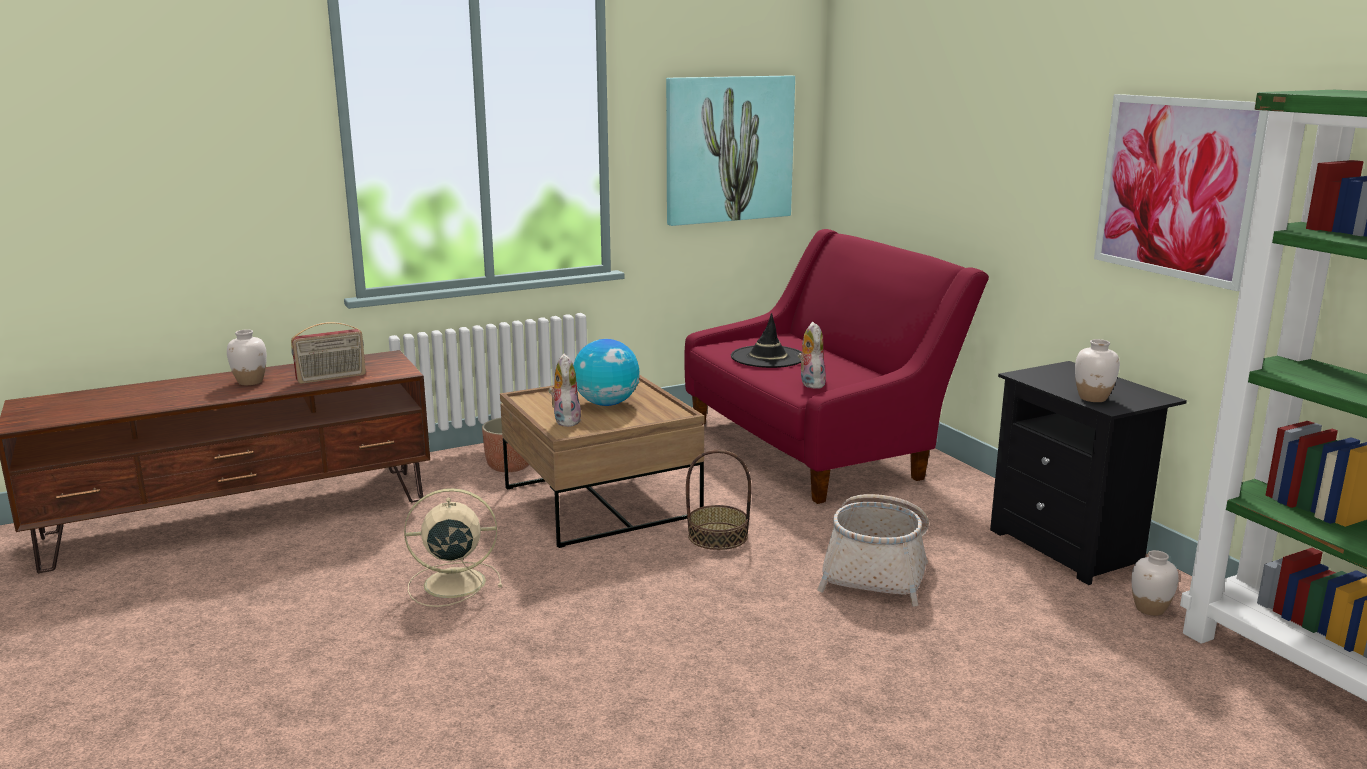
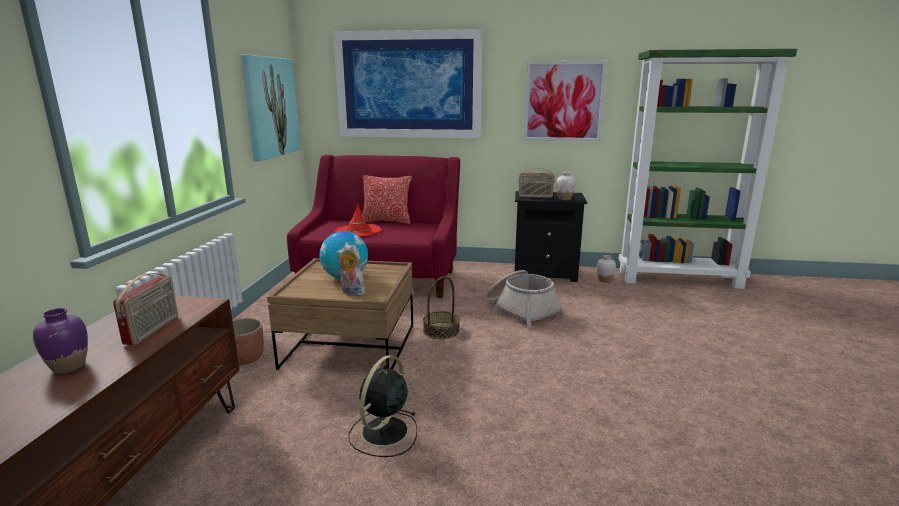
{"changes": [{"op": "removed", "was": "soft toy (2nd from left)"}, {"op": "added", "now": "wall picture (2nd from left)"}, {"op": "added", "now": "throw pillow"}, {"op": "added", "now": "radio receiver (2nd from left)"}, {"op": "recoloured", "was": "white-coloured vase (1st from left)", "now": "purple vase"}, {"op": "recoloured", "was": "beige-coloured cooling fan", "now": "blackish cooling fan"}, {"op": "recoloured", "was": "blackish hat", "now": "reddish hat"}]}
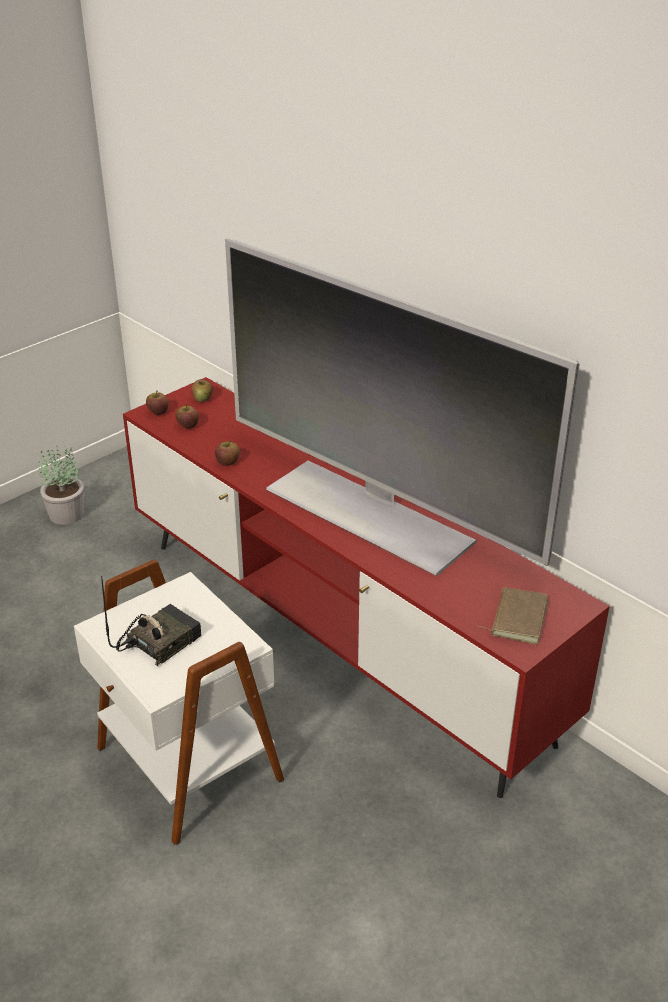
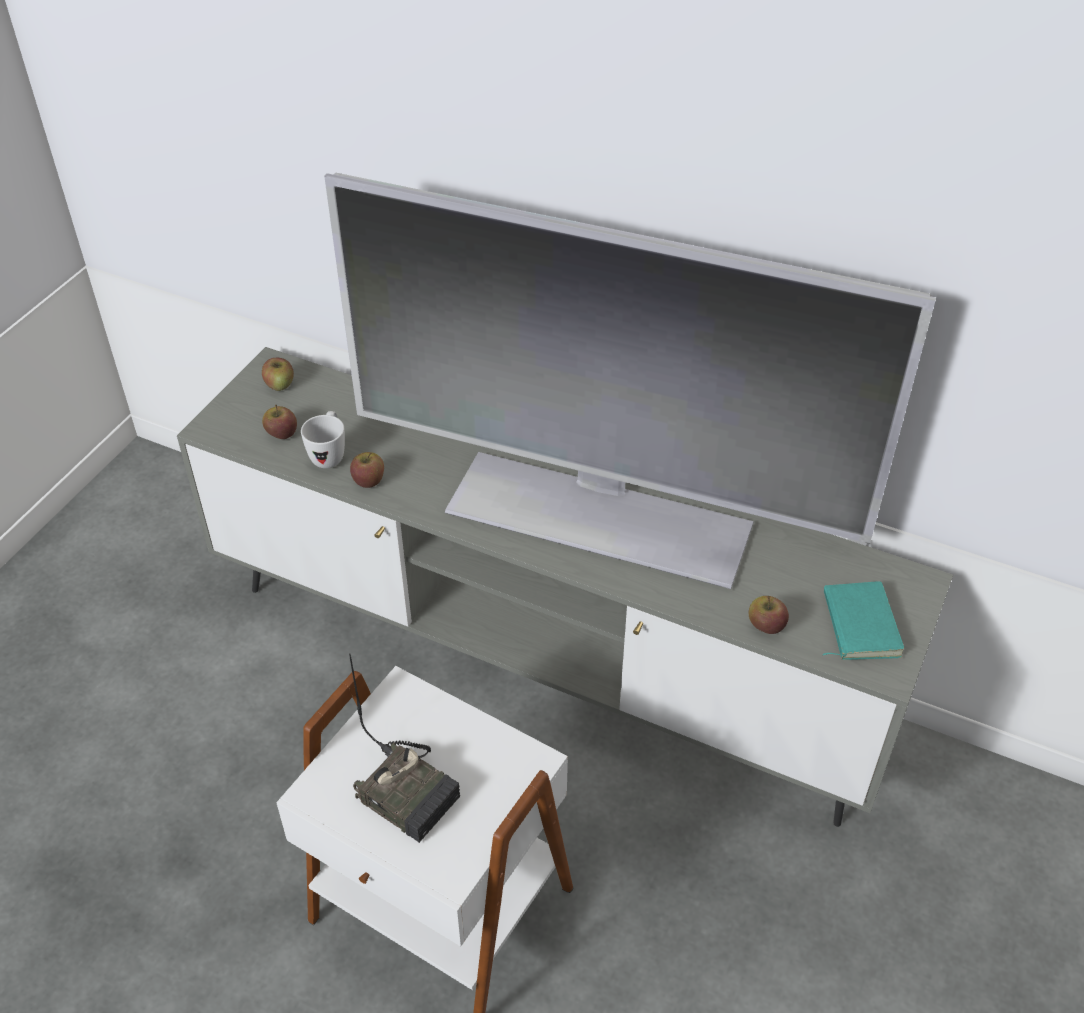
{"changes": [{"op": "removed", "was": "plant in a pot"}, {"op": "added", "now": "white-coloured mug"}, {"op": "moved", "was": "apple fruit (1st from left in the first image)", "now": "apple fruit (4th from left)"}, {"op": "recoloured", "was": "reddish tv unit", "now": "grey tv unit"}, {"op": "recoloured", "was": "brown-coloured volume", "now": "blue-green volume"}, {"op": "turned", "was": "radio receiver", "clockwise": 105}]}
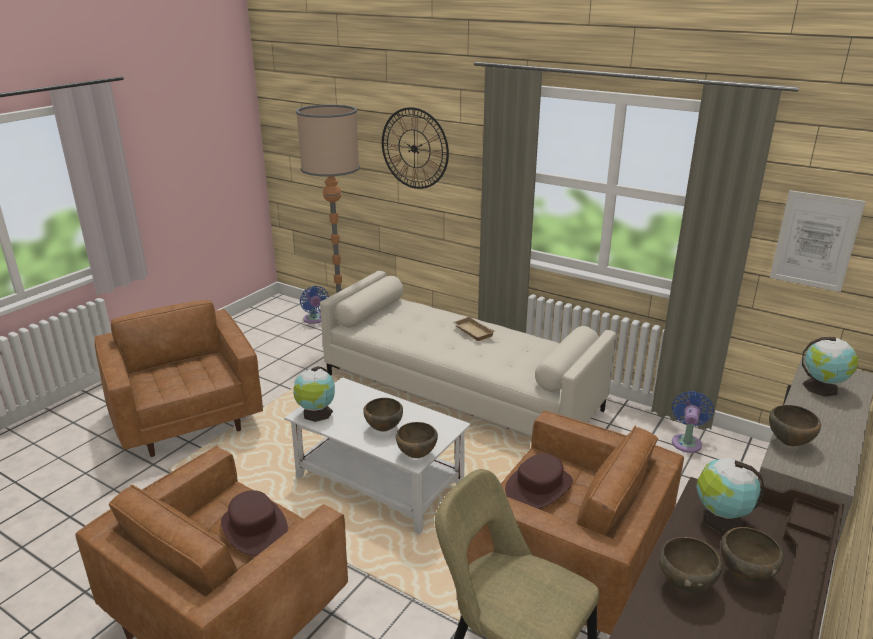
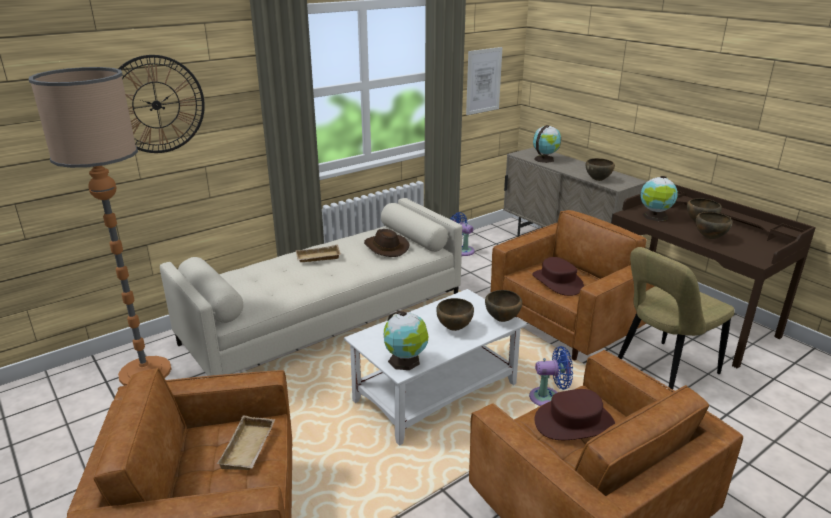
{"changes": [{"op": "added", "now": "beige-coloured carrying tray (1st from left)"}, {"op": "added", "now": "brown-coloured hat (1st from left)"}, {"op": "moved", "was": "blue cooling fan (1st from left in the first image)", "now": "blue cooling fan (2nd from left)"}]}
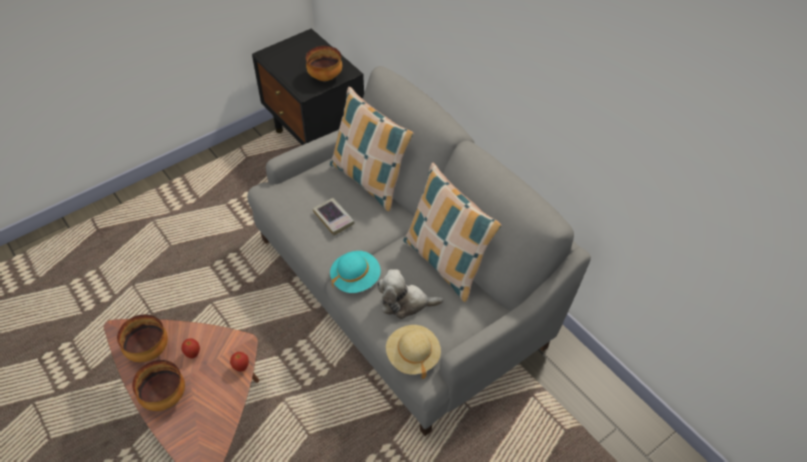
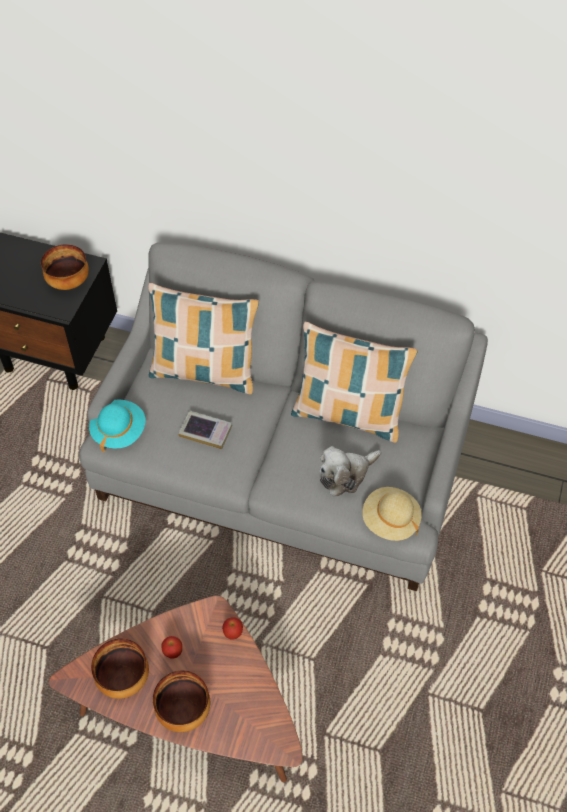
{"changes": [{"op": "moved", "was": "blue-green hat"}]}
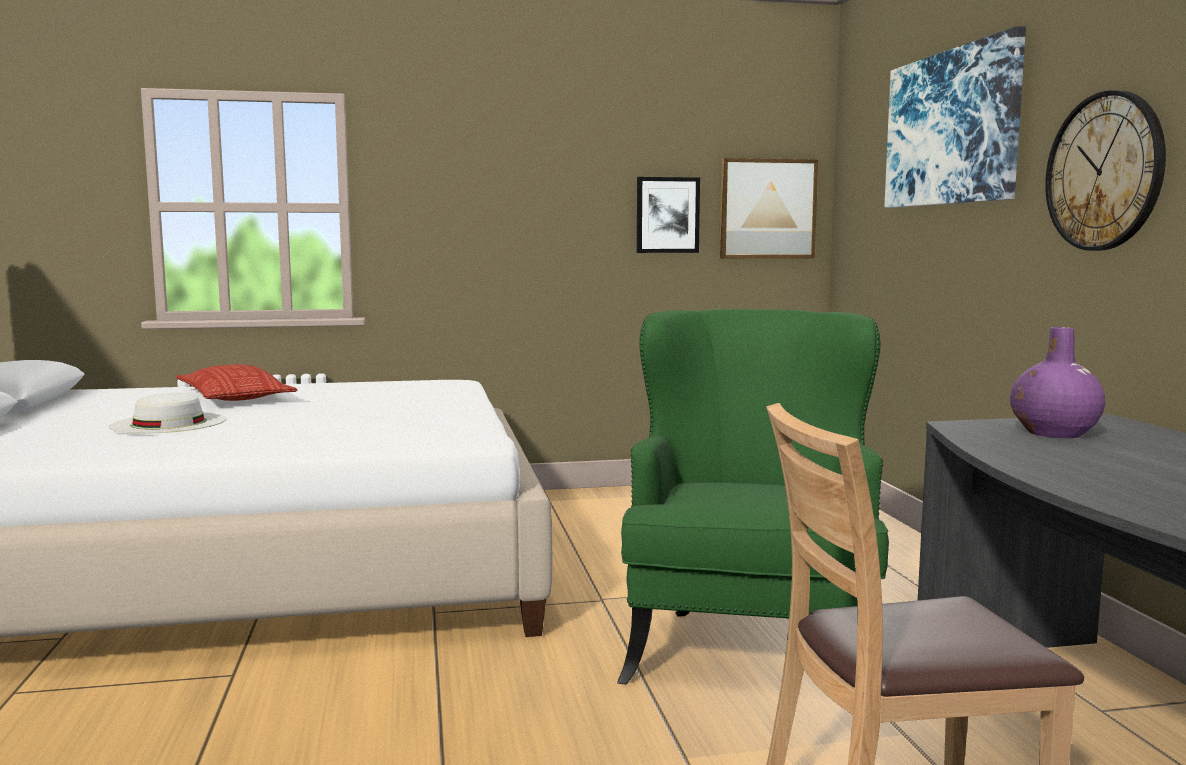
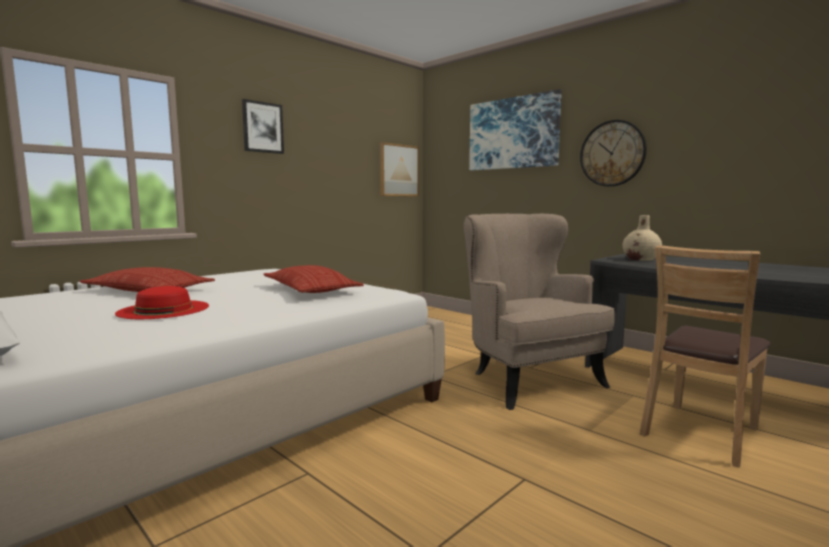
{"changes": [{"op": "added", "now": "throw pillow (2nd from left)"}, {"op": "moved", "was": "wall picture (1st from left)"}, {"op": "recoloured", "was": "white-coloured hat", "now": "reddish hat"}, {"op": "recoloured", "was": "green-coloured easy chair", "now": "beige-coloured easy chair"}, {"op": "recoloured", "was": "purple vase", "now": "beige-coloured vase"}]}
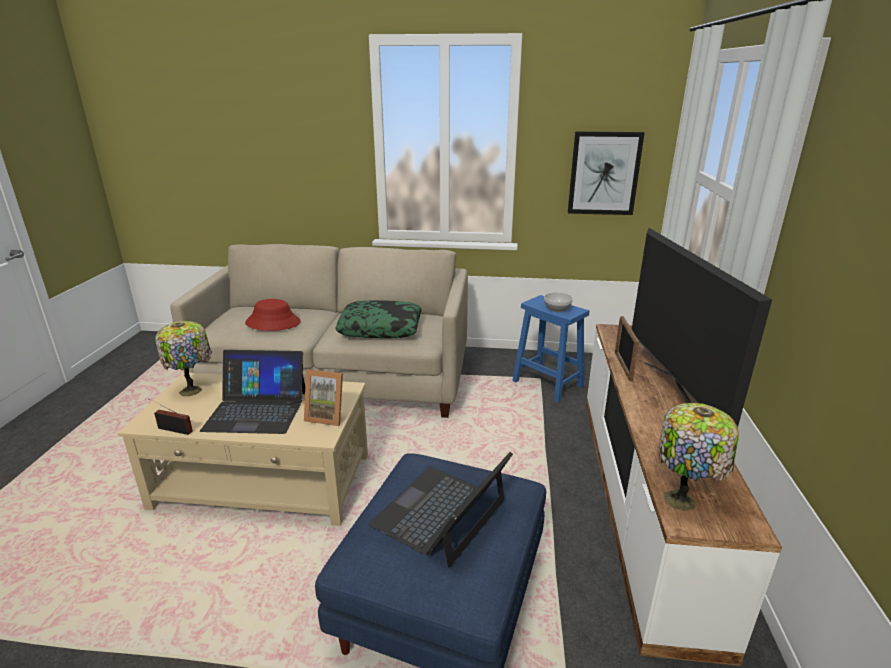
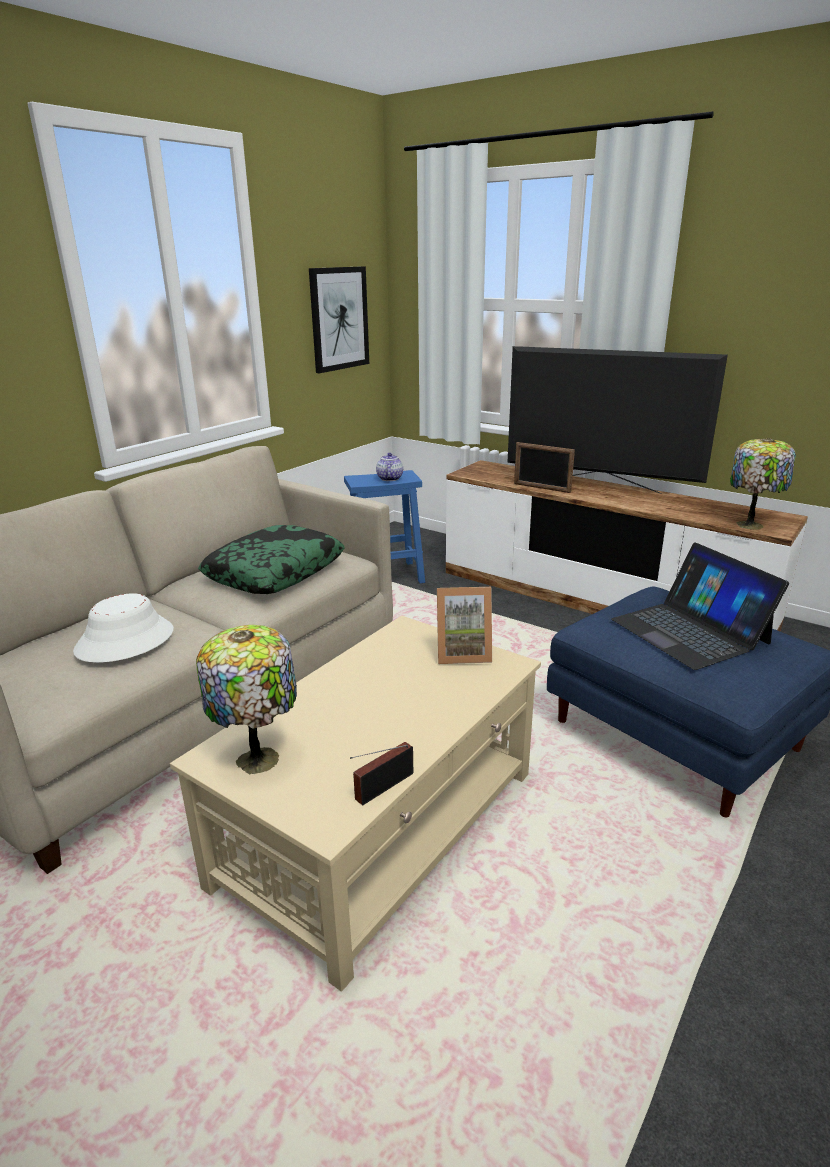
{"changes": [{"op": "removed", "was": "portable computer (1st from left)"}, {"op": "replaced", "was": "bowl", "now": "teapot"}, {"op": "recoloured", "was": "reddish hat", "now": "white-coloured hat"}, {"op": "turned", "was": "picture frame (1st from left)", "clockwise": 45}]}
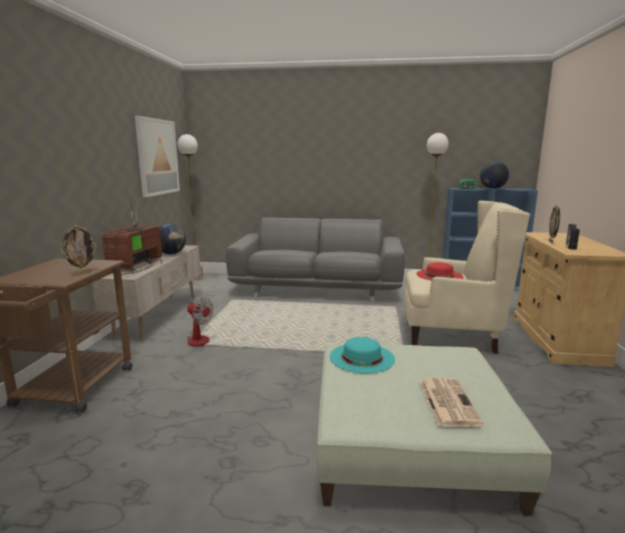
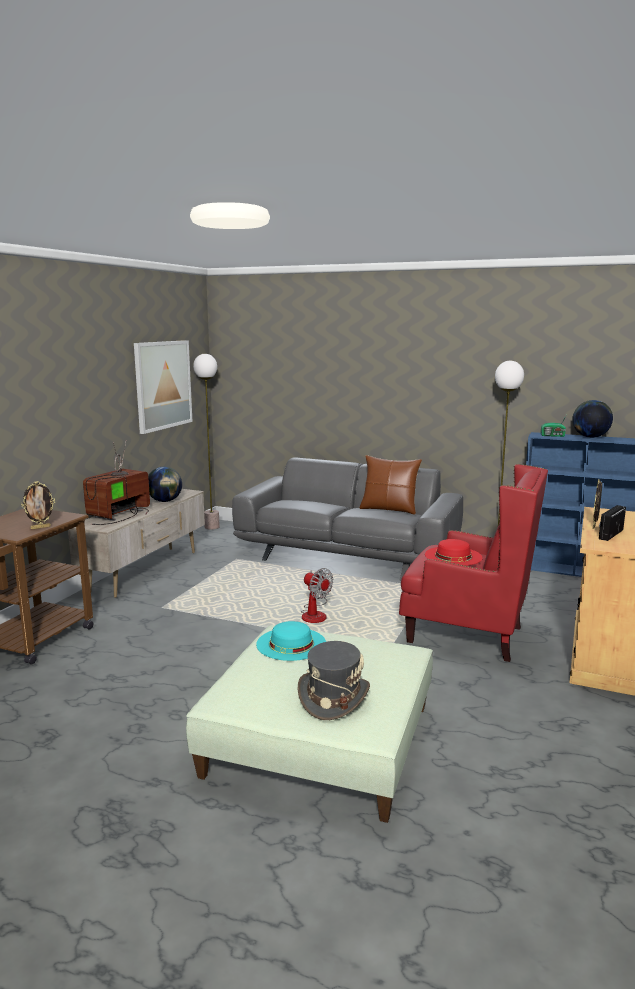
{"changes": [{"op": "added", "now": "brown-coloured throw pillow"}, {"op": "moved", "was": "cooling fan"}, {"op": "replaced", "was": "daily paper", "now": "grey hat"}, {"op": "recoloured", "was": "beige-coloured easy chair", "now": "reddish easy chair"}]}
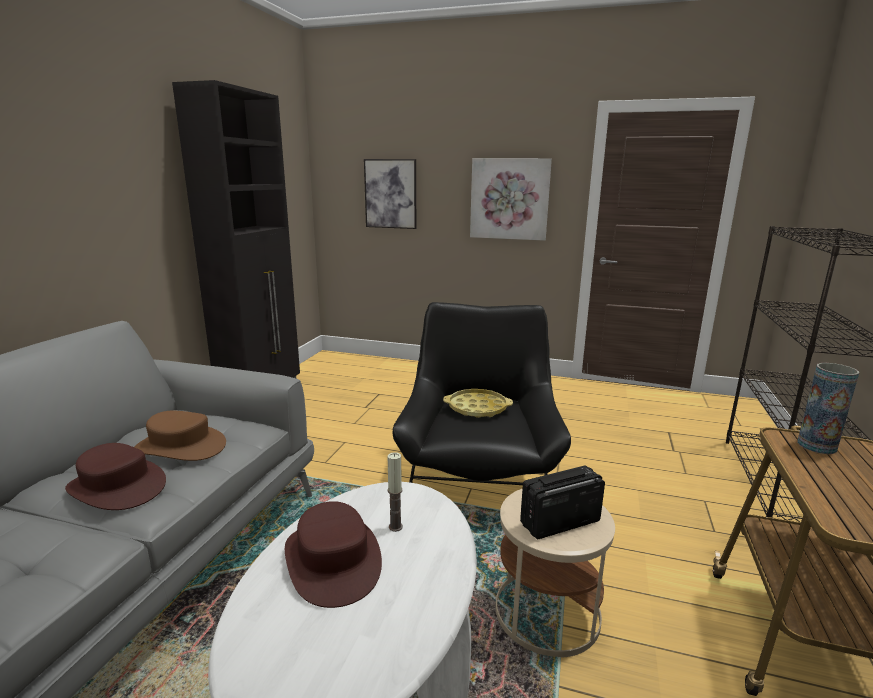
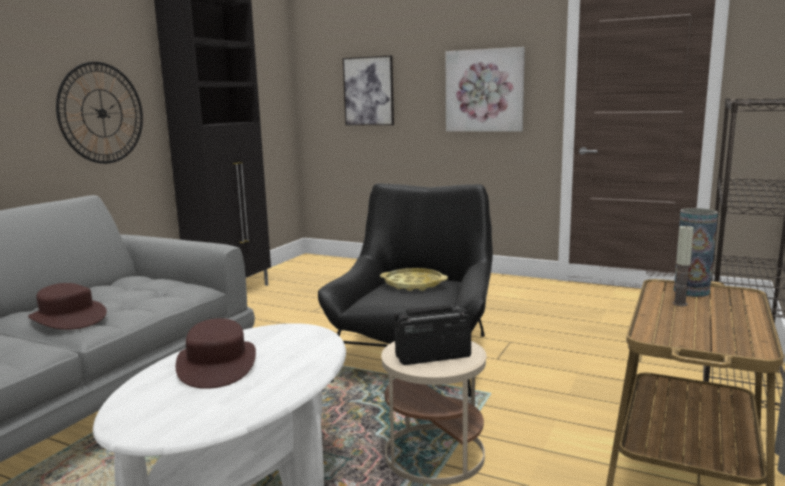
{"changes": [{"op": "removed", "was": "brown-coloured hat (2nd from left)"}, {"op": "added", "now": "clock on the wall"}, {"op": "moved", "was": "wax light"}]}
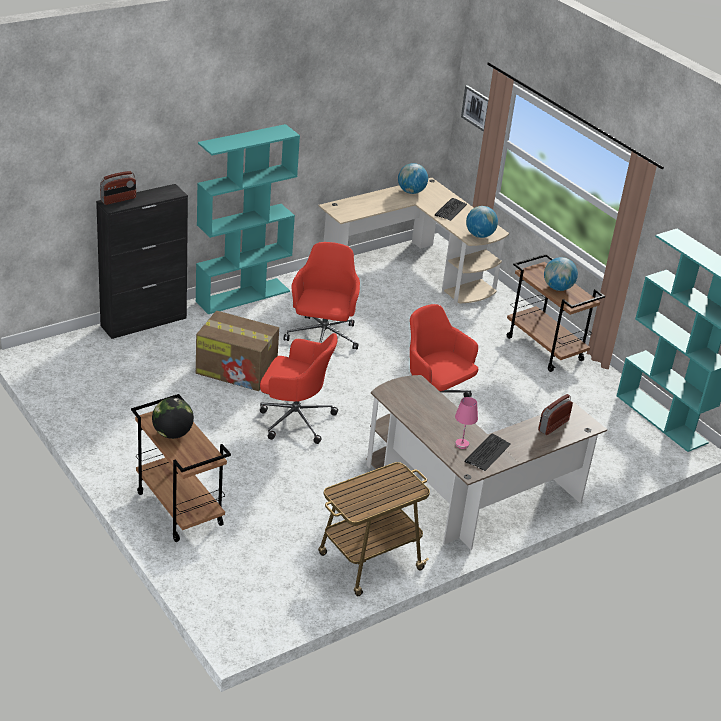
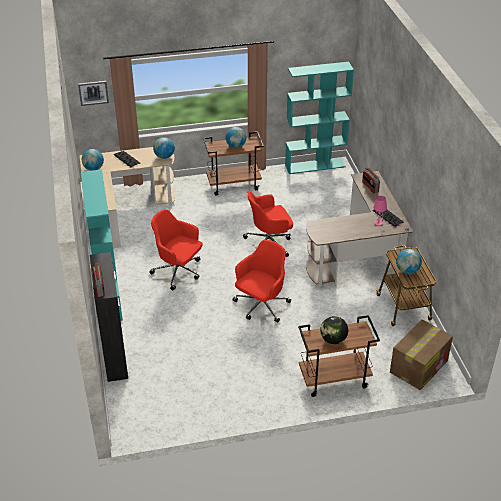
{"changes": [{"op": "added", "now": "globe (5th from left)"}, {"op": "moved", "was": "packing box"}]}
